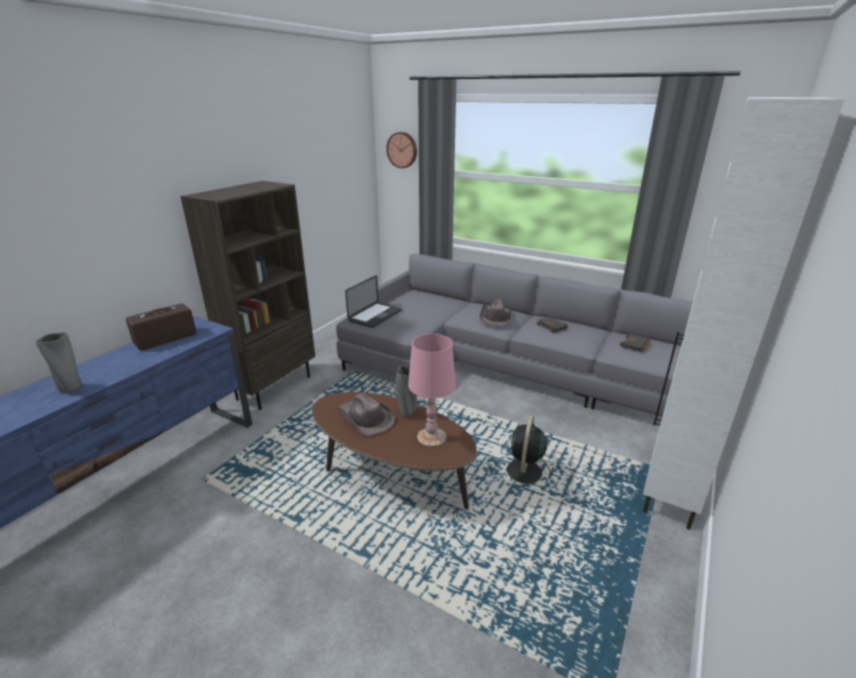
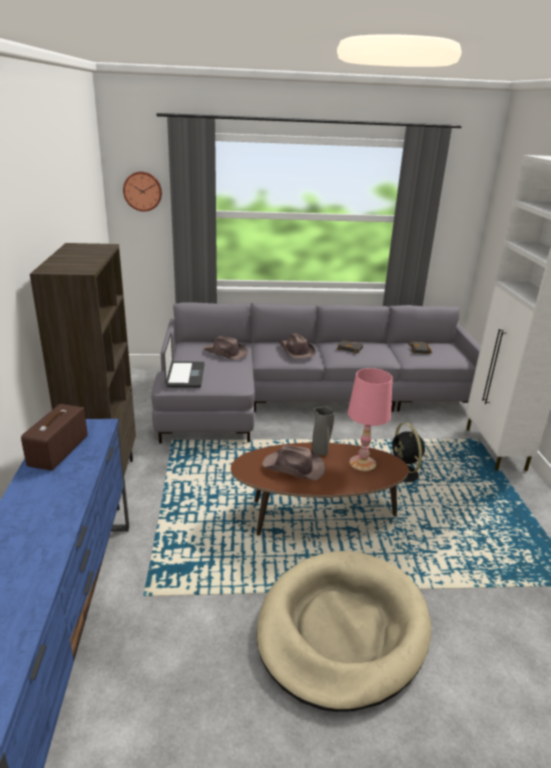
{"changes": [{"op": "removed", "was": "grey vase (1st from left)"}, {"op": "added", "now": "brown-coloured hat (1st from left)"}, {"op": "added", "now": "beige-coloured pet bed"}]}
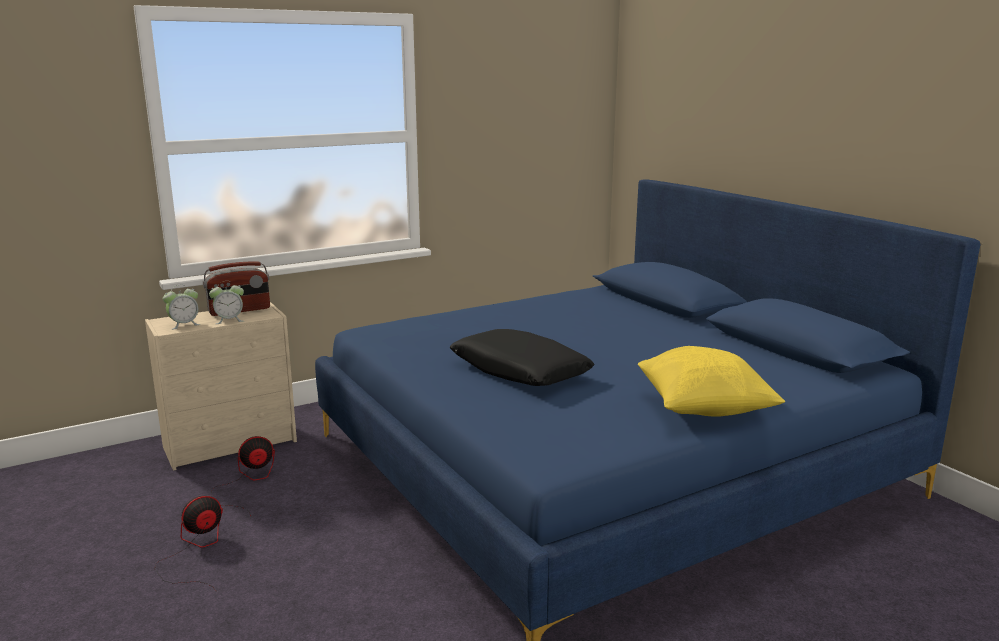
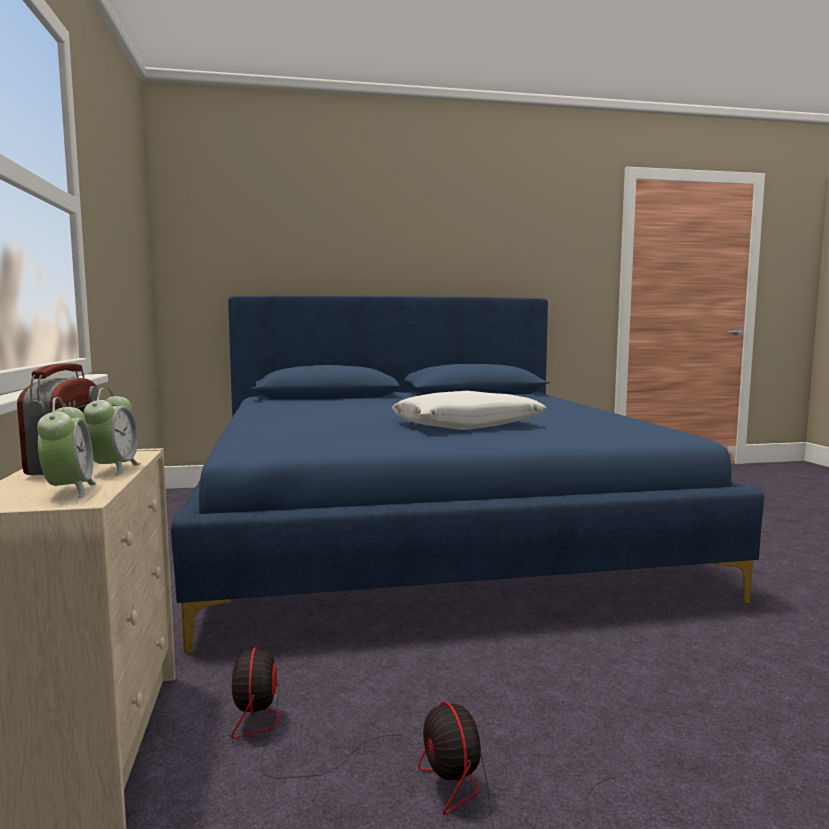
{"changes": [{"op": "removed", "was": "yellow throw pillow"}, {"op": "recoloured", "was": "blackish throw pillow", "now": "white-coloured throw pillow"}]}
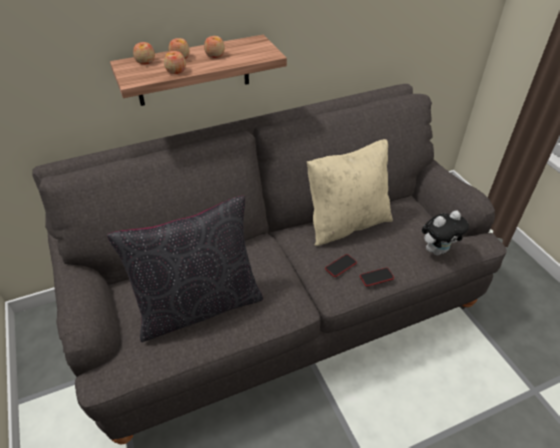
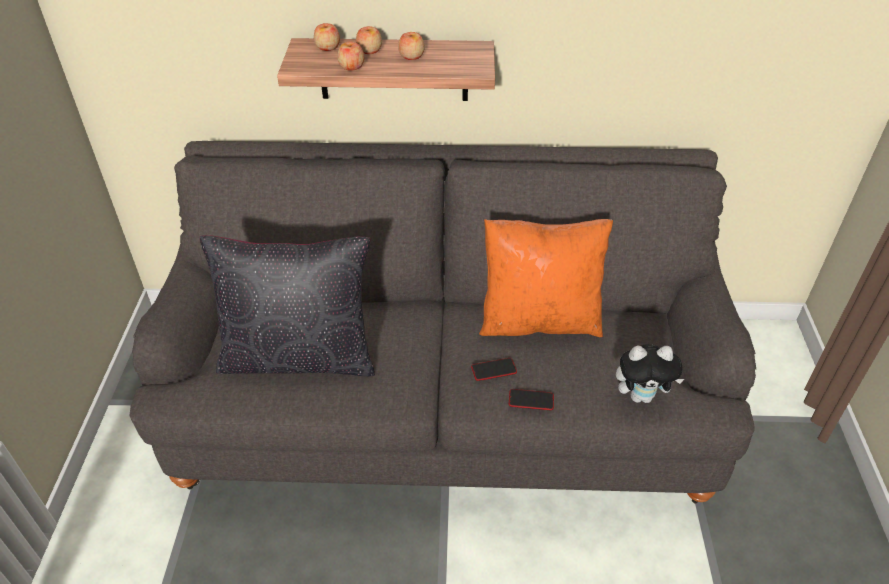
{"changes": [{"op": "recoloured", "was": "beige-coloured throw pillow", "now": "orange-coloured throw pillow"}]}
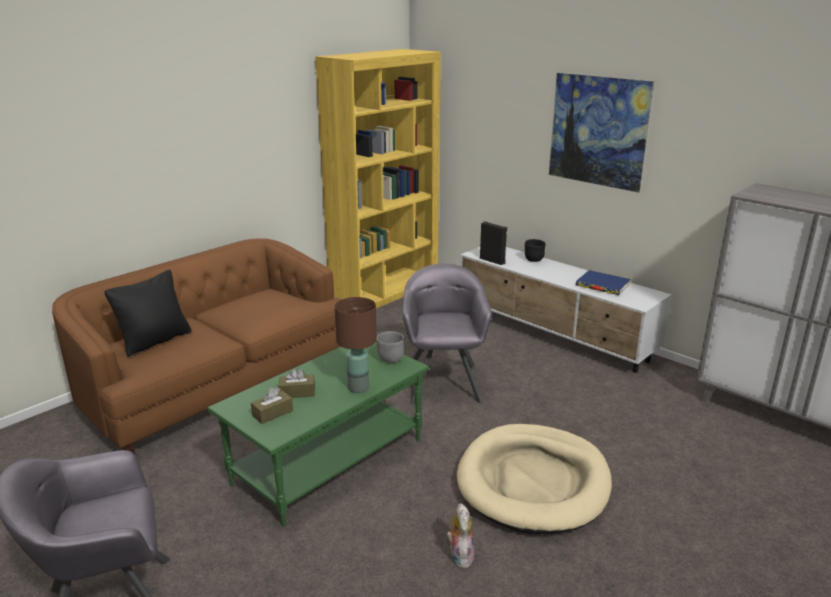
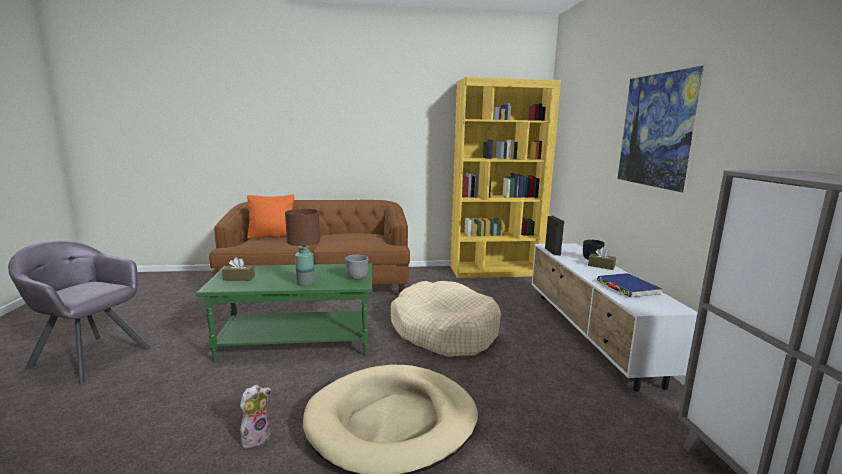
{"changes": [{"op": "moved", "was": "brown-coloured box of tissues (2nd from left)"}, {"op": "replaced", "was": "grey easy chair (2nd from left)", "now": "beige-coloured pet bed (2nd from left)"}, {"op": "recoloured", "was": "blackish throw pillow", "now": "orange-coloured throw pillow"}]}
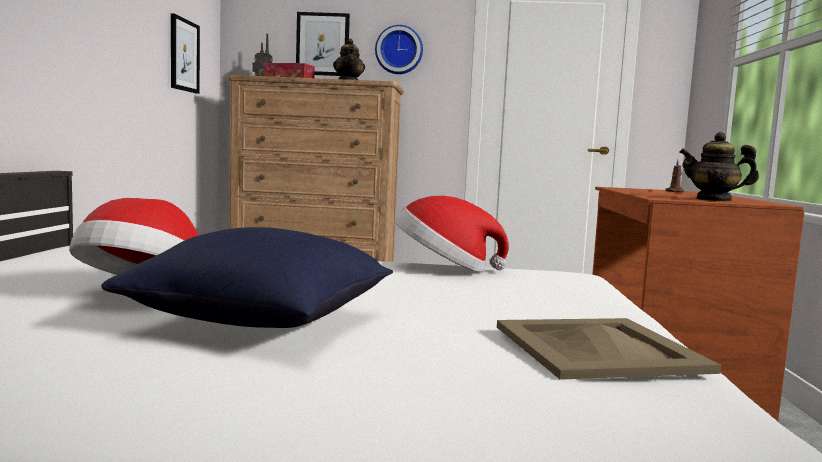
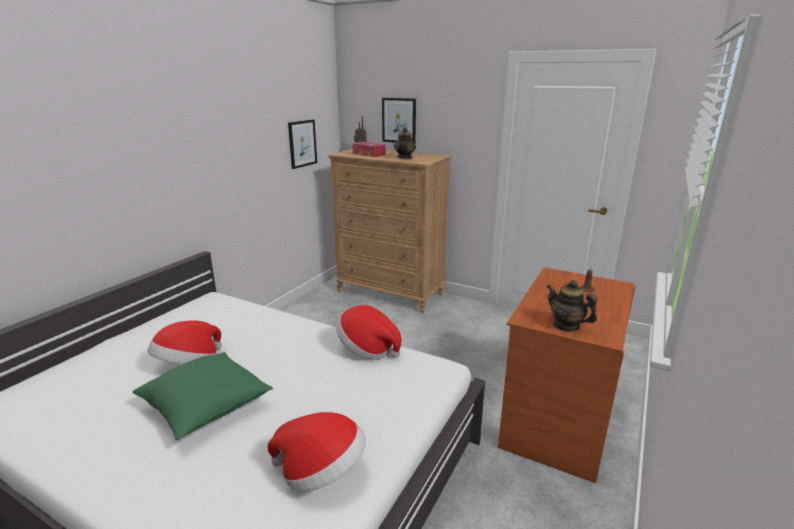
{"changes": [{"op": "removed", "was": "clock on the wall"}, {"op": "replaced", "was": "beige-coloured carrying tray", "now": "hat (2nd from left)"}, {"op": "recoloured", "was": "blue throw pillow", "now": "green-coloured throw pillow"}]}
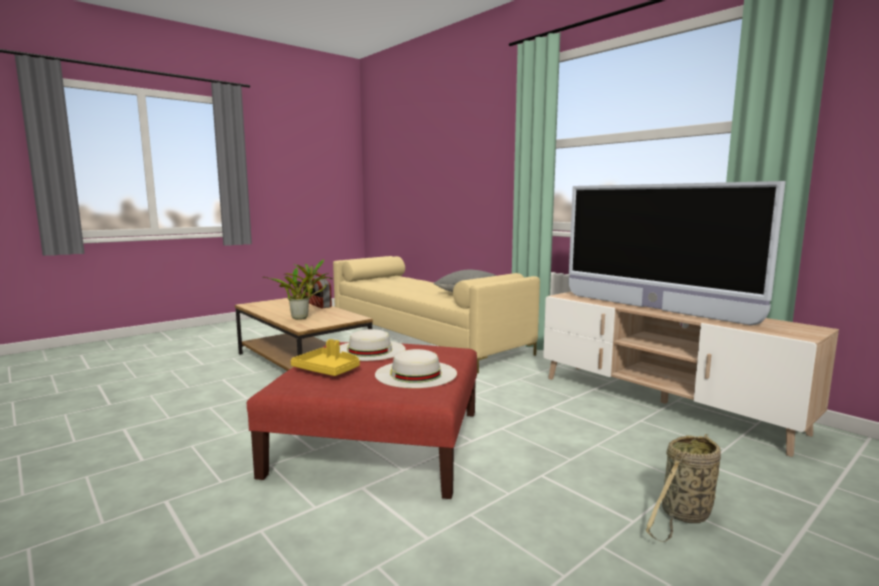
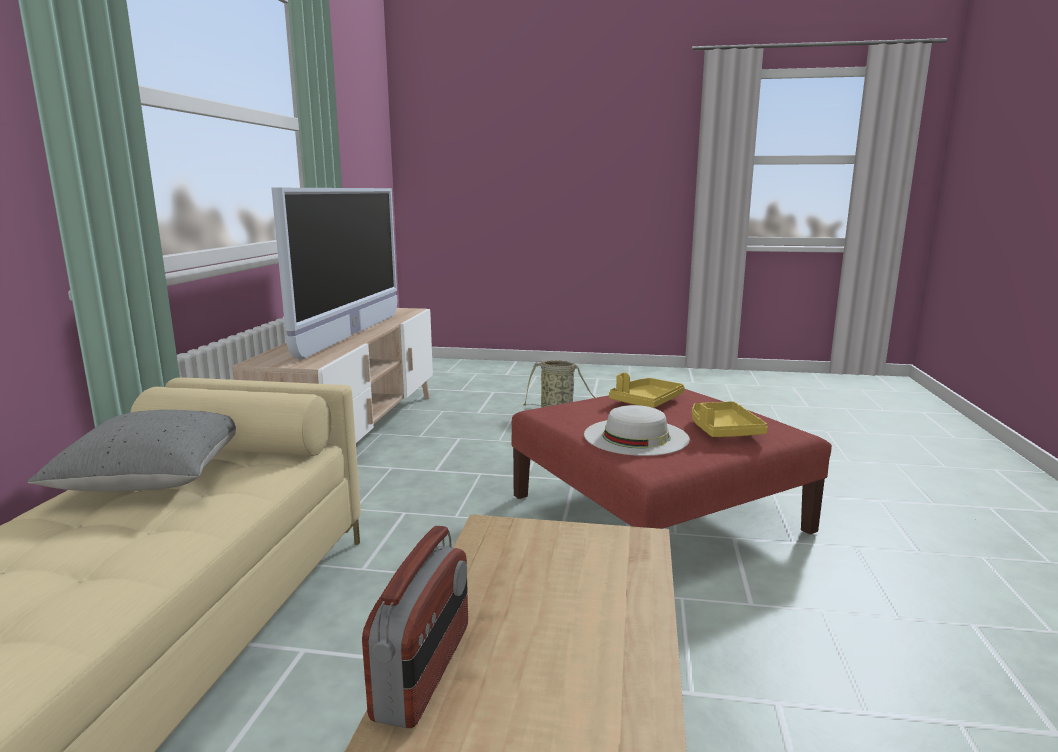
{"changes": [{"op": "removed", "was": "plant in a pot"}, {"op": "replaced", "was": "white-coloured hat (2nd from left)", "now": "yellow carrying tray (1st from left)"}]}
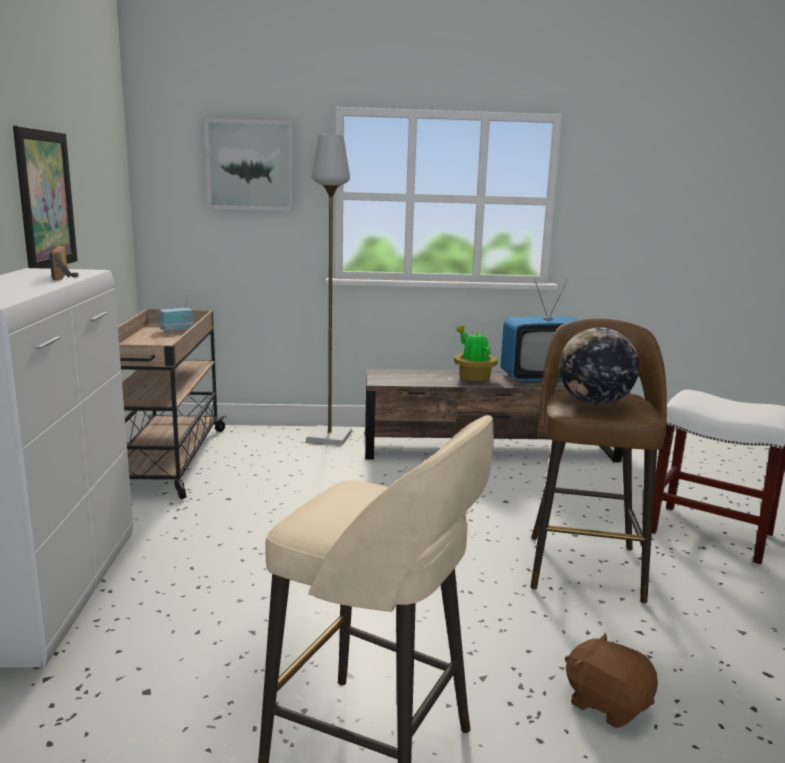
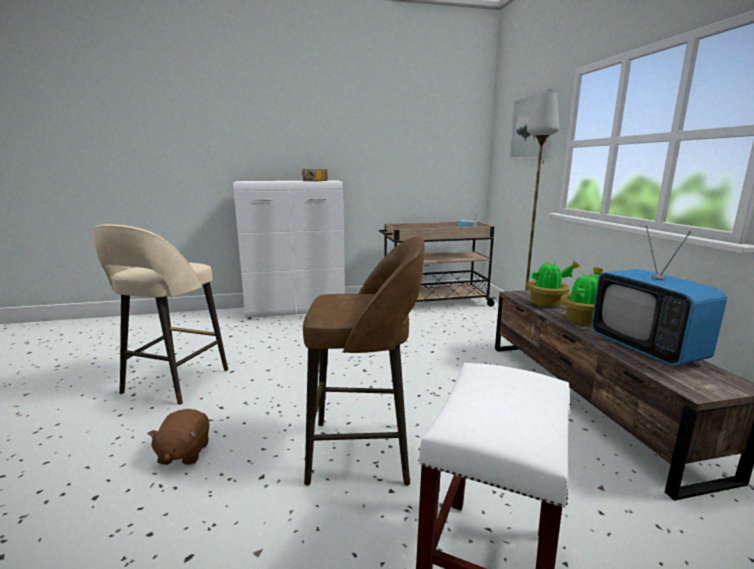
{"changes": [{"op": "removed", "was": "wall picture (1st from left)"}, {"op": "removed", "was": "globe"}, {"op": "added", "now": "plant in a pot (1st from left)"}, {"op": "turned", "was": "brown-coloured soft toy", "clockwise": 150}]}
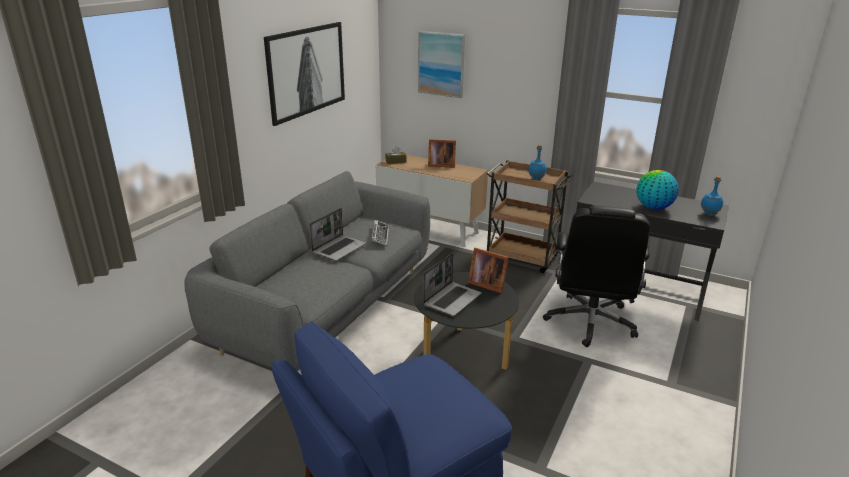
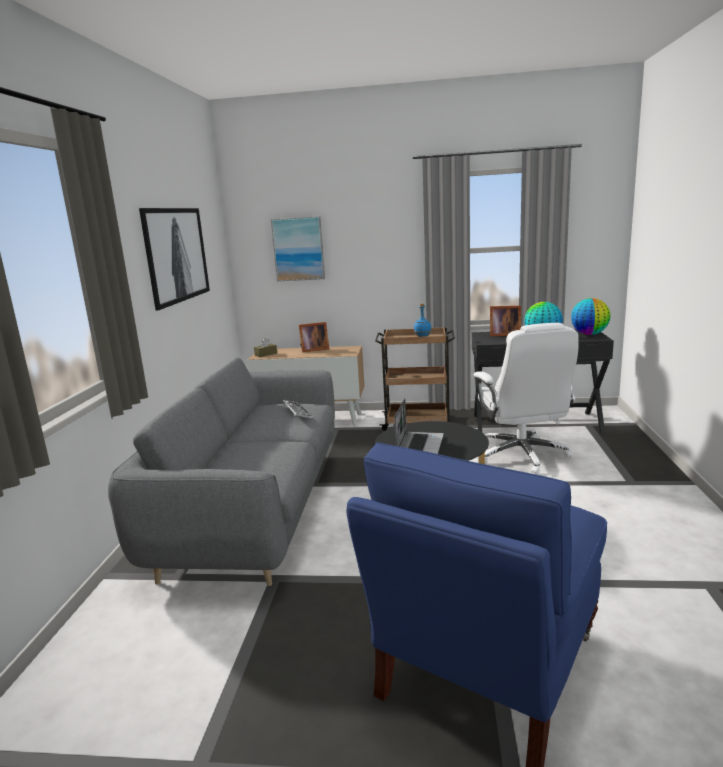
{"changes": [{"op": "removed", "was": "portable computer (1st from left)"}, {"op": "moved", "was": "picture frame (2nd from left)"}, {"op": "replaced", "was": "blue bottle (2nd from left)", "now": "globe (2nd from left)"}, {"op": "recoloured", "was": "blackish desk chair", "now": "white-coloured desk chair"}]}
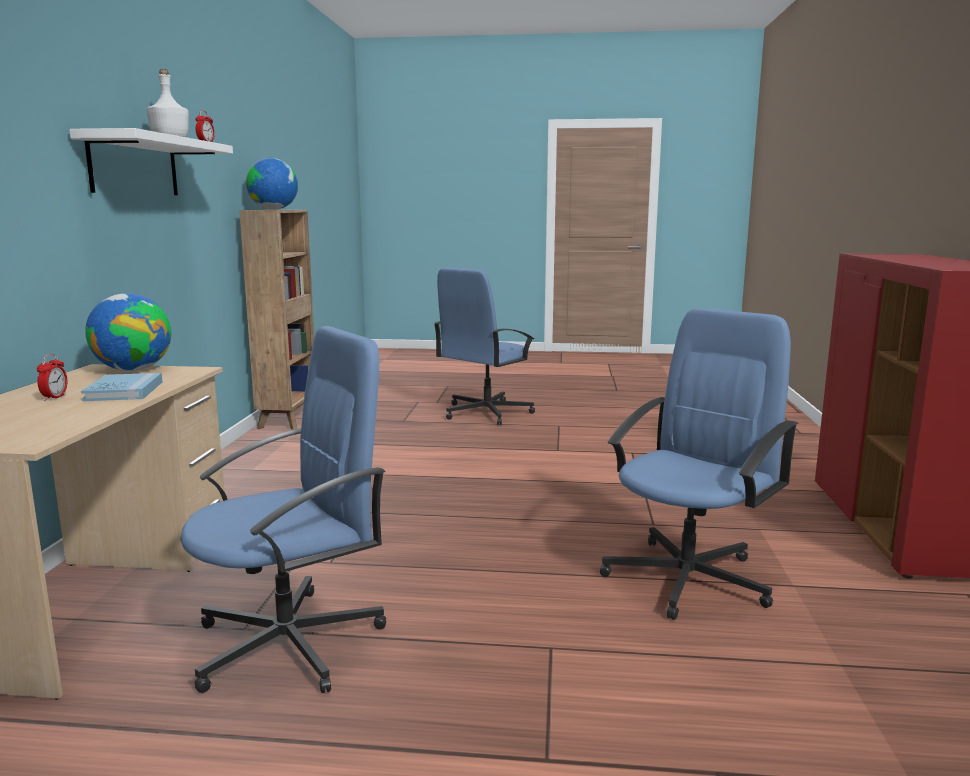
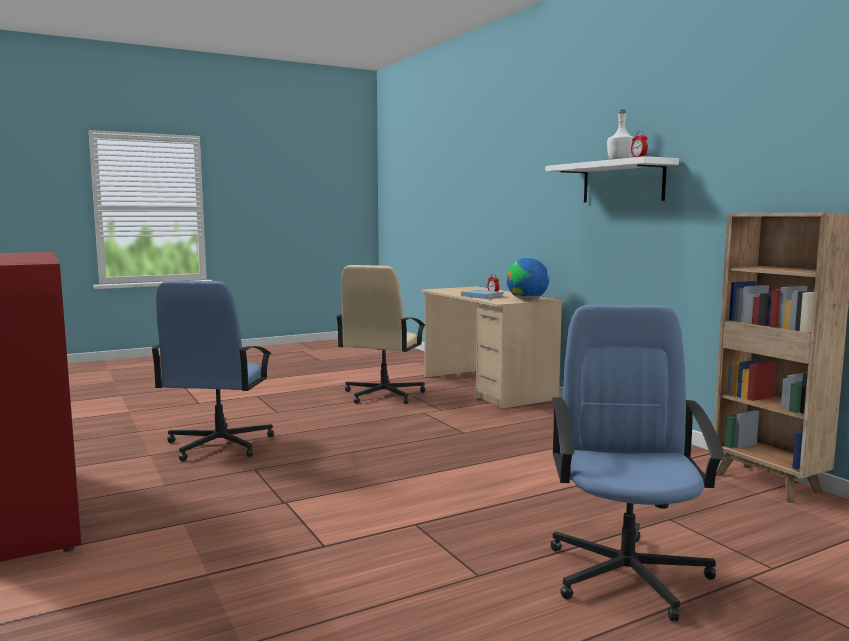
{"changes": [{"op": "removed", "was": "globe (2nd from left)"}, {"op": "recoloured", "was": "blue desk chair (1st from left)", "now": "beige-coloured desk chair"}]}
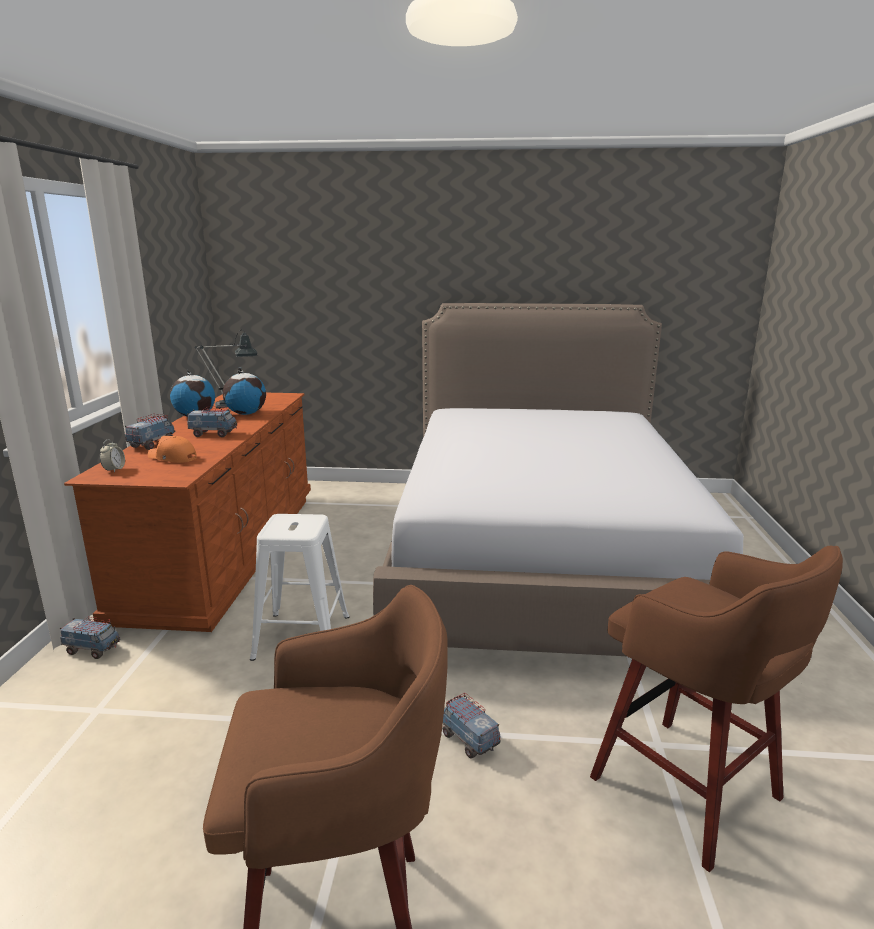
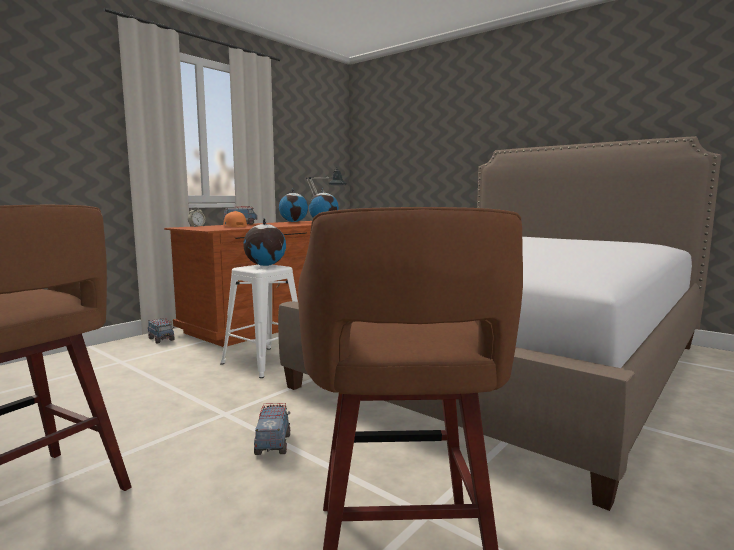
{"changes": [{"op": "removed", "was": "toy lorry (3rd from left)"}, {"op": "added", "now": "globe (1st from left)"}]}
